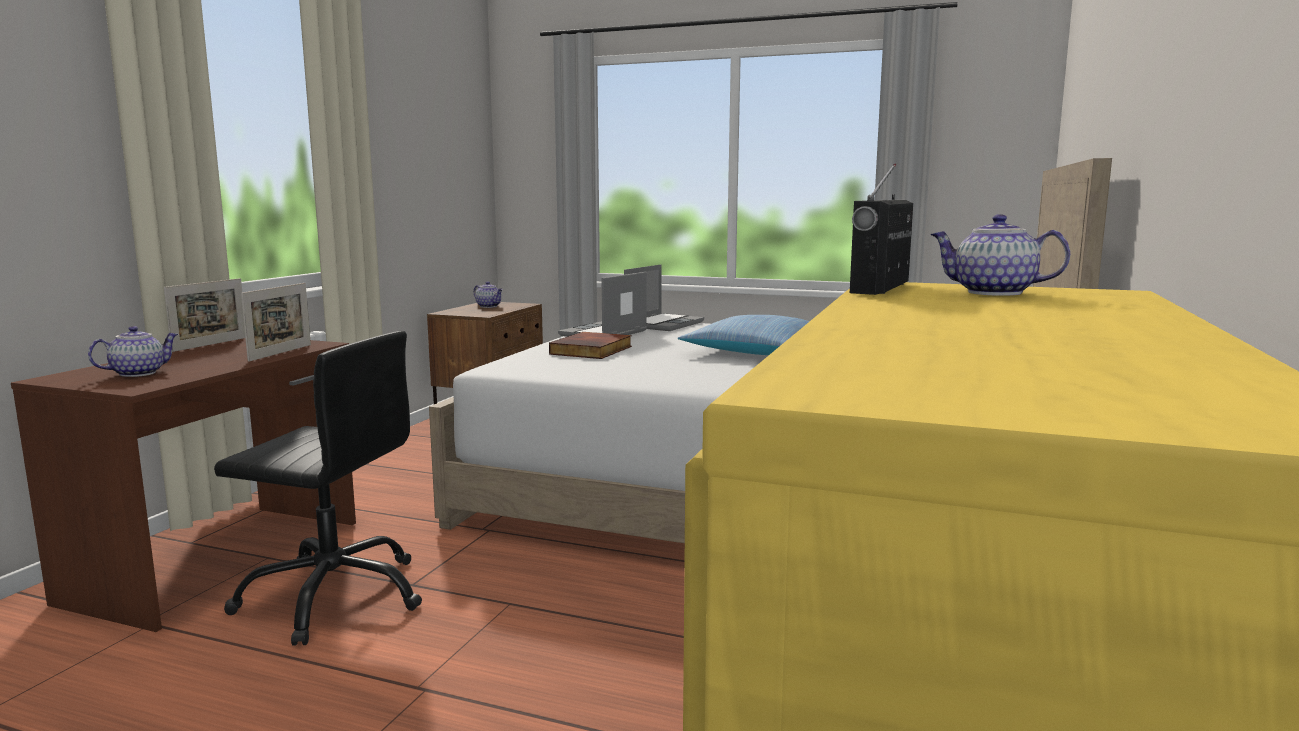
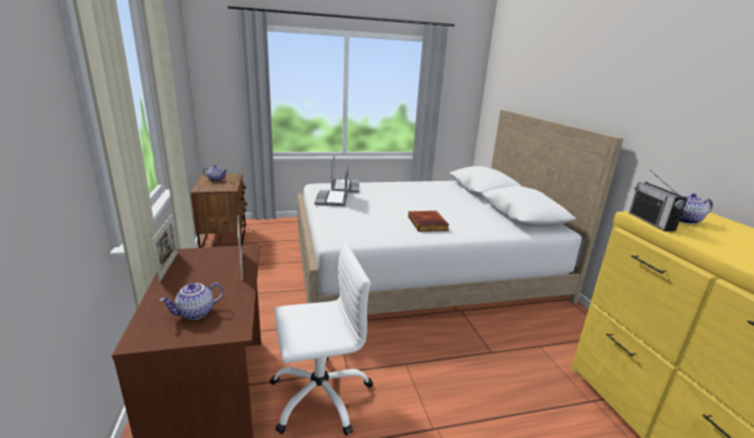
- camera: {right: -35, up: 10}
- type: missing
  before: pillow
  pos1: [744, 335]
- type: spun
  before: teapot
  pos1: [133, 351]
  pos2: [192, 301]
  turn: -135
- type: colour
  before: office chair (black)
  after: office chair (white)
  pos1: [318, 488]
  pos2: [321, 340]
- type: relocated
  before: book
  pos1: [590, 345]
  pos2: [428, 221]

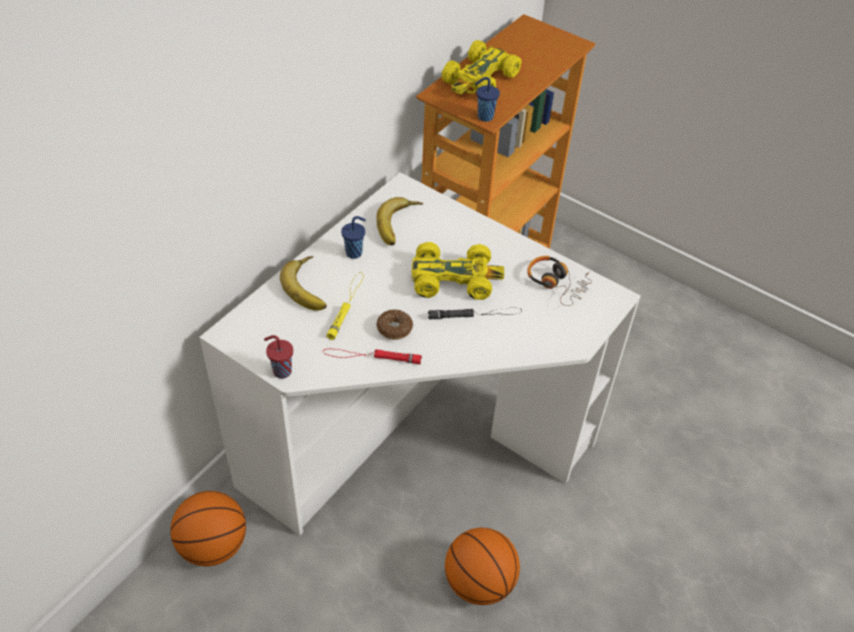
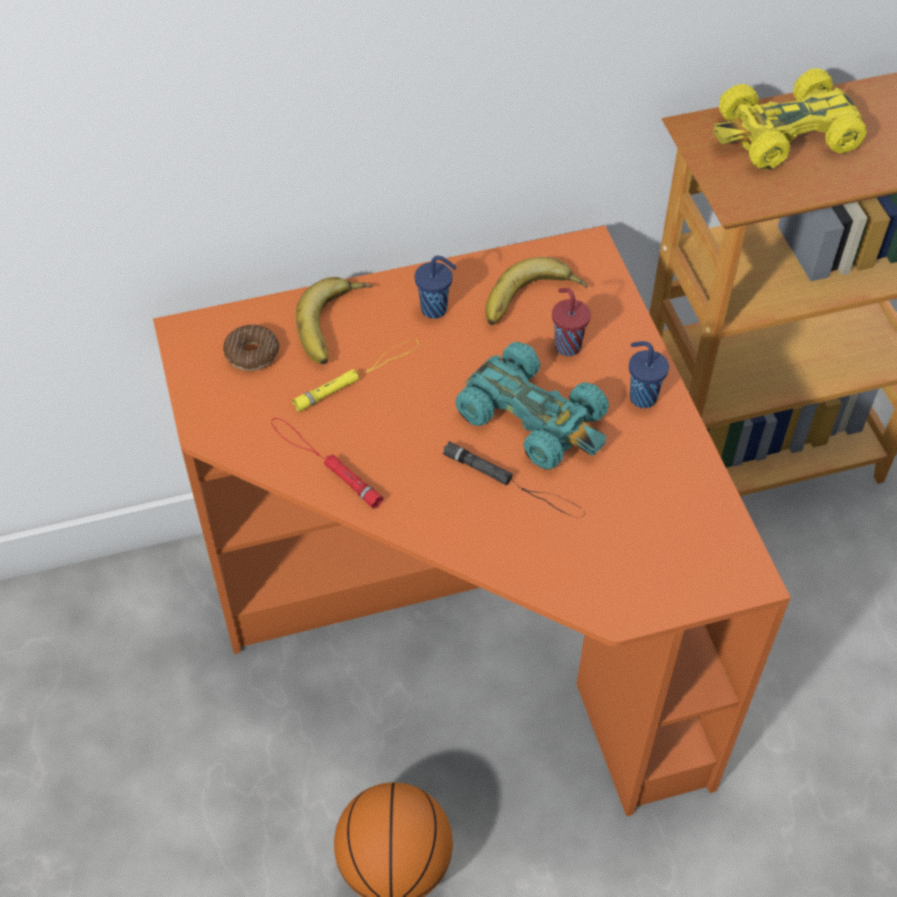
- camera: {right: 40, up: 5}
- type: relocated
  before: cup (blue)
  pos1: [487, 99]
  pos2: [649, 374]
- type: colour
  before: desk (white)
  after: desk (orange)
  pos1: [420, 354]
  pos2: [472, 520]
- type: colour
  before: toy car (yellow)
  after: toy car (turquoise)
  pos1: [458, 271]
  pos2: [532, 405]
- type: missing
  before: headphones
  pos1: [559, 281]
- type: relocated
  before: donut
  pos1: [394, 324]
  pos2: [251, 348]
- type: relocated
  before: cup (red)
  pos1: [278, 357]
  pos2: [571, 322]
- type: missing
  before: basketball
  pos1: [208, 528]

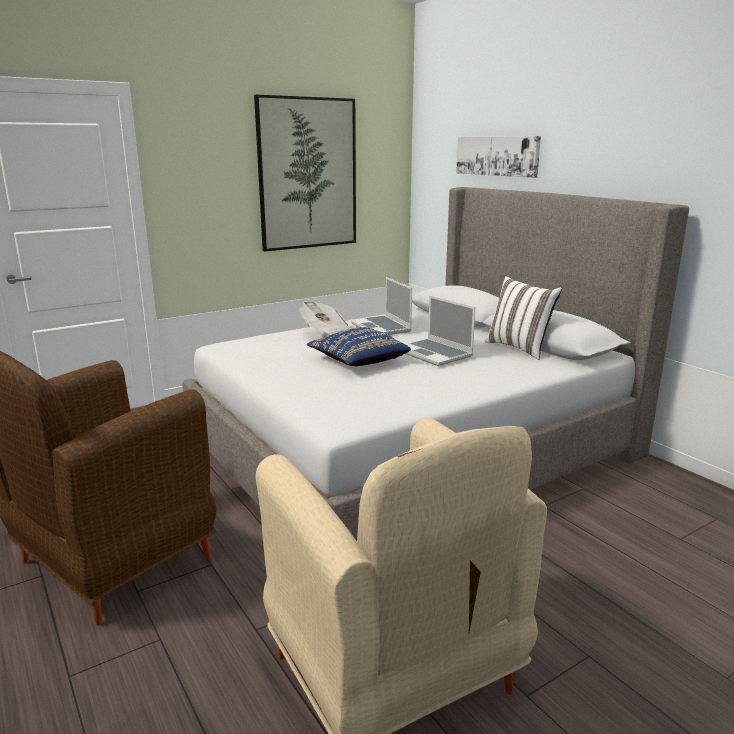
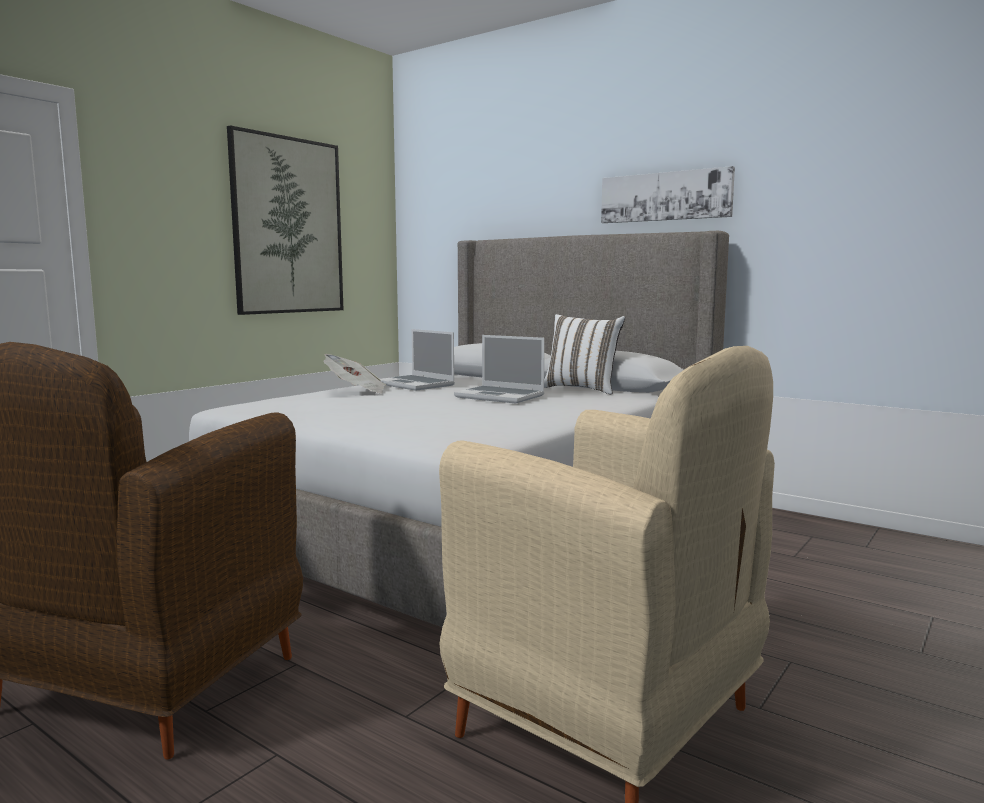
- camera: {right: -20, up: -10}
- type: relocated
  before: picture
  pos1: [498, 157]
  pos2: [668, 194]
- type: missing
  before: pillow (blue)
  pos1: [359, 346]

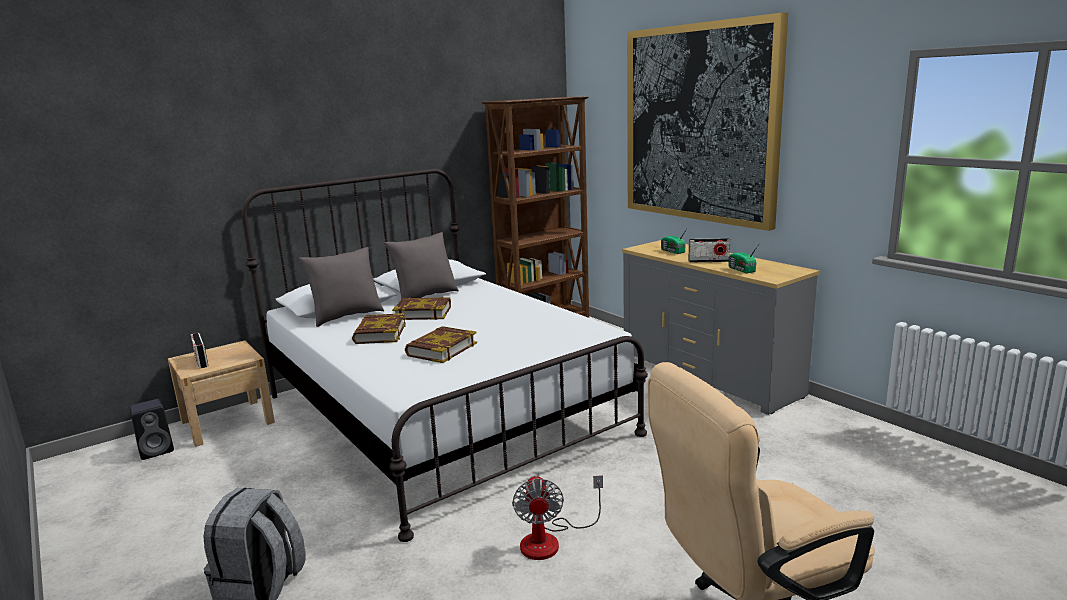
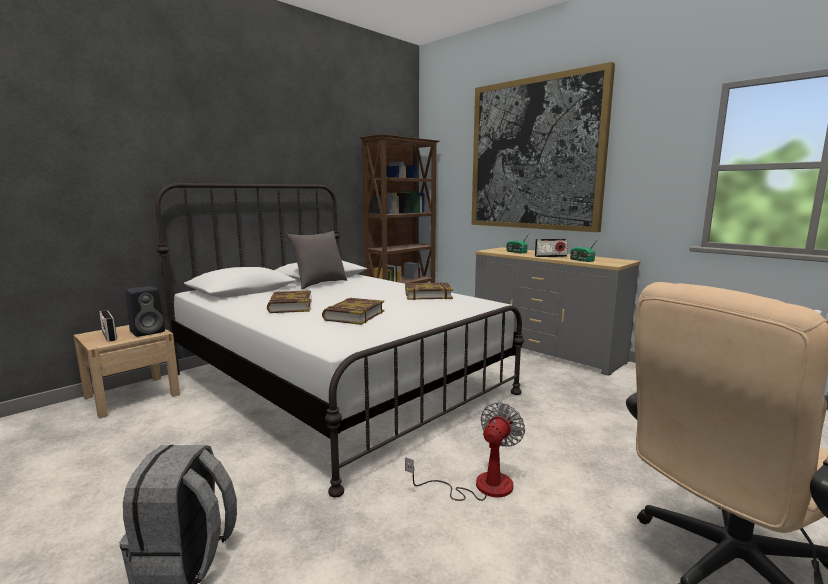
- camera: {right: -10, up: -5}
- type: missing
  before: pillow (grey)
  pos1: [341, 287]
- type: relocated
  before: book
  pos1: [421, 308]
  pos2: [429, 291]
- type: relocated
  before: speaker (black)
  pos1: [152, 429]
  pos2: [145, 311]
- type: spun
  before: fan
  pos1: [557, 517]
  pos2: [465, 451]
  turn: -135

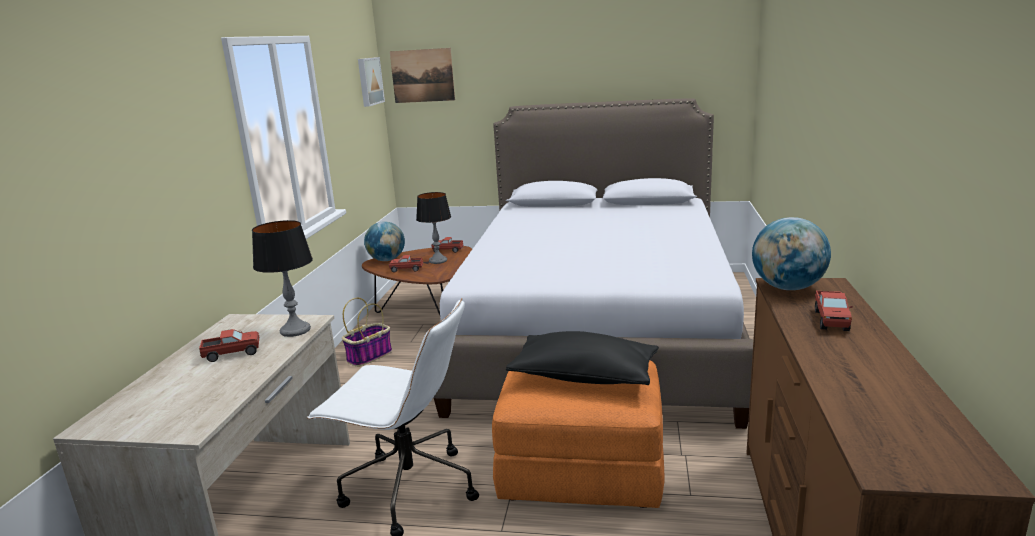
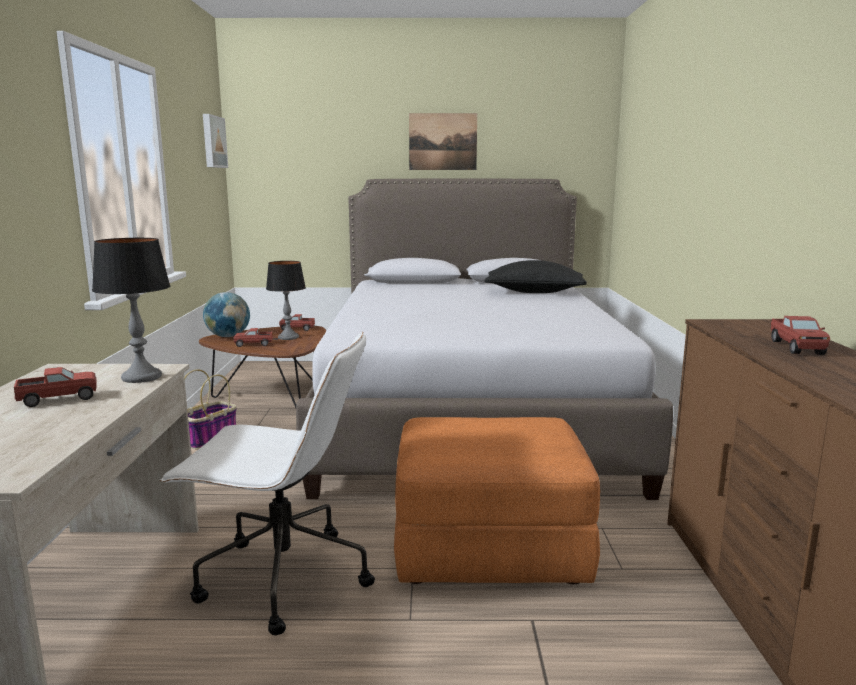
- camera: {right: -10, up: -5}
- type: relocated
  before: picture
  pos1: [422, 75]
  pos2: [443, 141]
- type: missing
  before: globe
  pos1: [791, 253]
- type: relocated
  before: pillow (black)
  pos1: [582, 358]
  pos2: [536, 276]

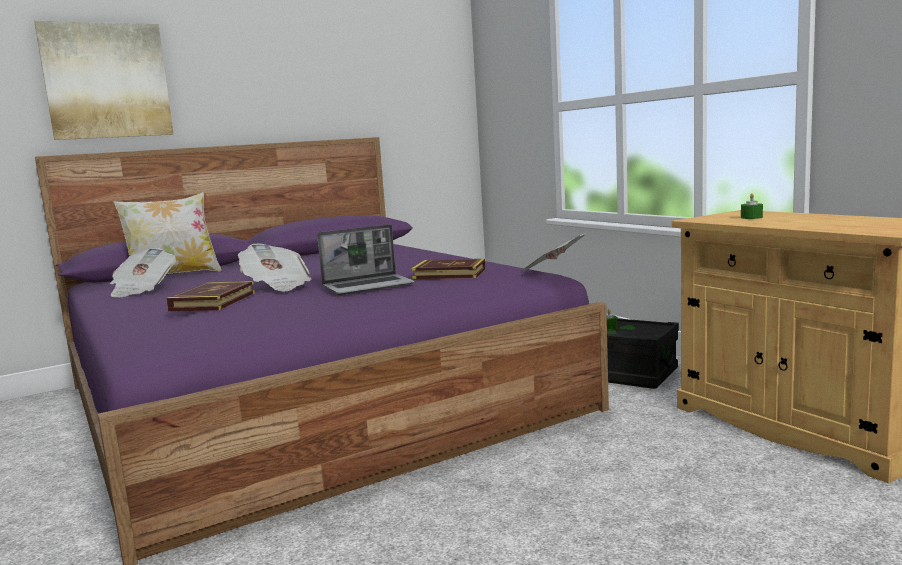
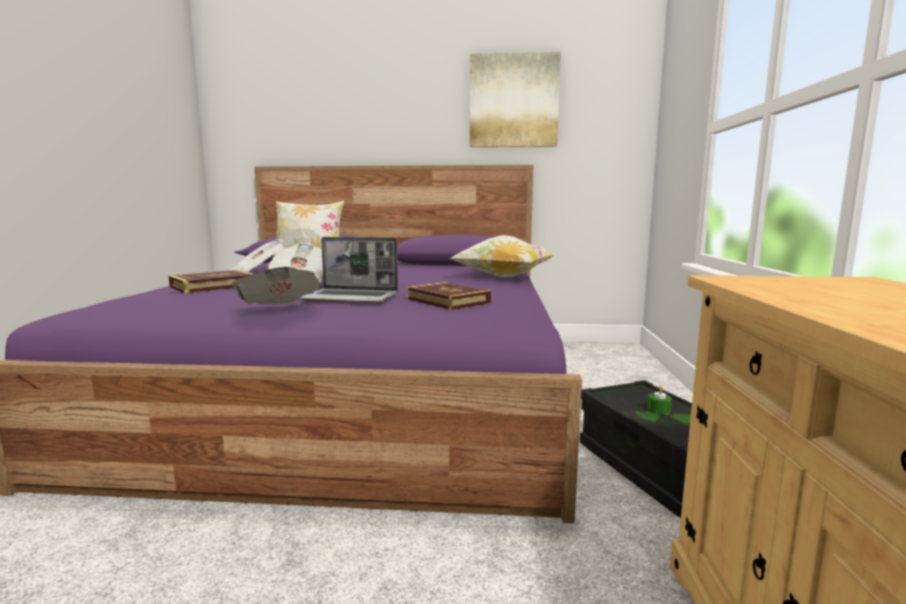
- camera: {right: 35, up: 0}
- type: relocated
  before: picture
  pos1: [103, 80]
  pos2: [515, 99]
- type: missing
  before: candle (green)
  pos1: [752, 206]
- type: relocated
  before: newspaper
  pos1: [552, 252]
  pos2: [276, 285]
- type: appeared
  after: pillow
  pos2: [502, 256]

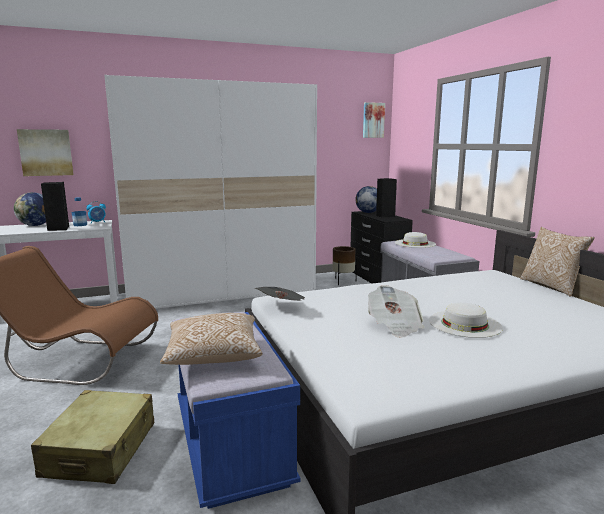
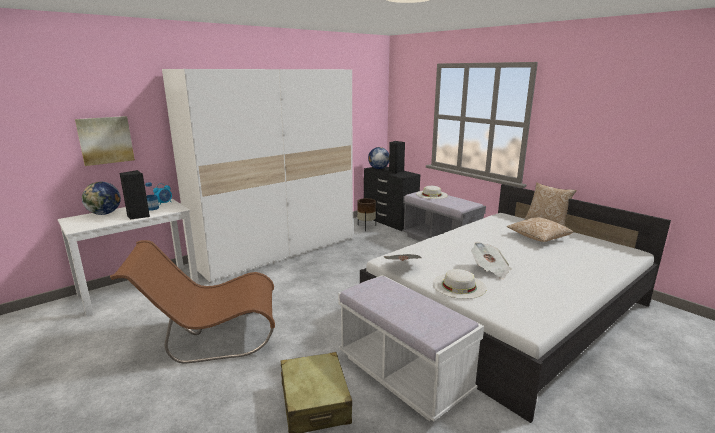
- camera: {right: -20, up: 5}
- type: missing
  before: picture
  pos1: [374, 120]
- type: relocated
  before: hat (white)
  pos1: [466, 320]
  pos2: [459, 284]
- type: colour
  before: bench (blue)
  after: bench (white)
  pos1: [236, 410]
  pos2: [411, 348]
- type: relocated
  before: pillow
  pos1: [211, 339]
  pos2: [540, 229]

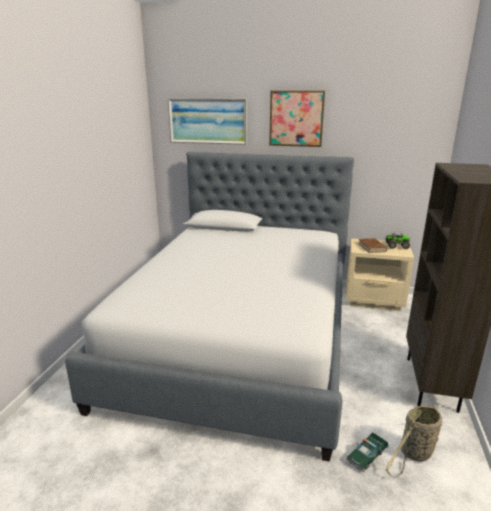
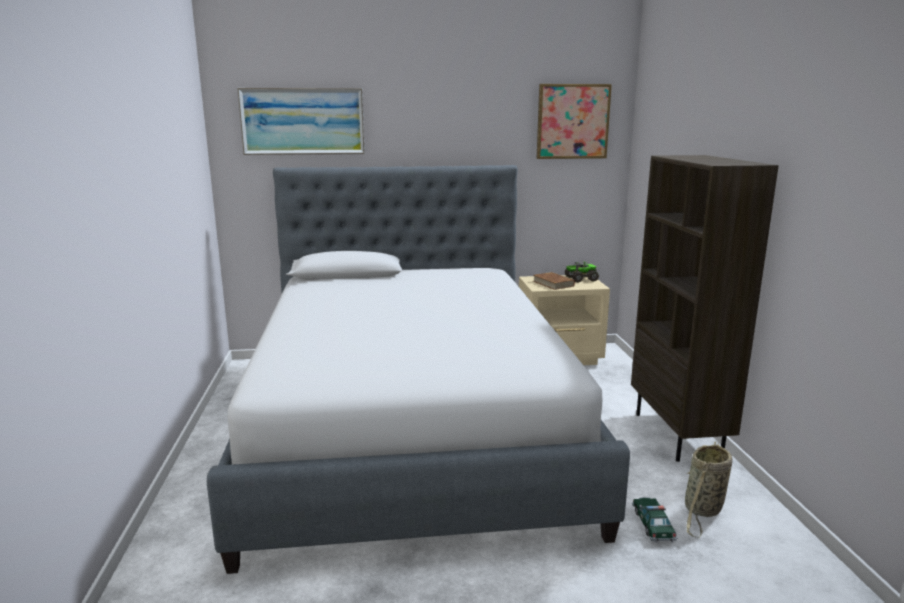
- camera: {right: -20, up: -5}
- type: relocated
  before: picture
  pos1: [297, 118]
  pos2: [574, 121]
- type: spun
  before: toy car
  pos1: [367, 452]
  pos2: [654, 520]
  turn: 150

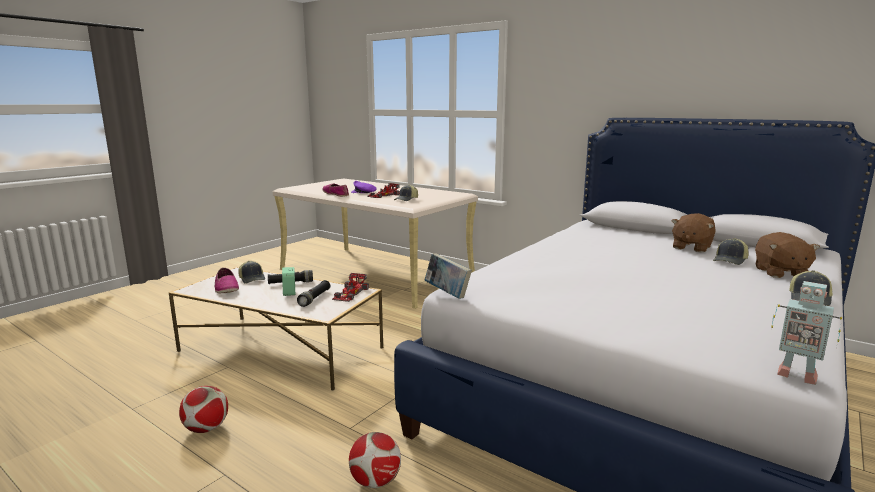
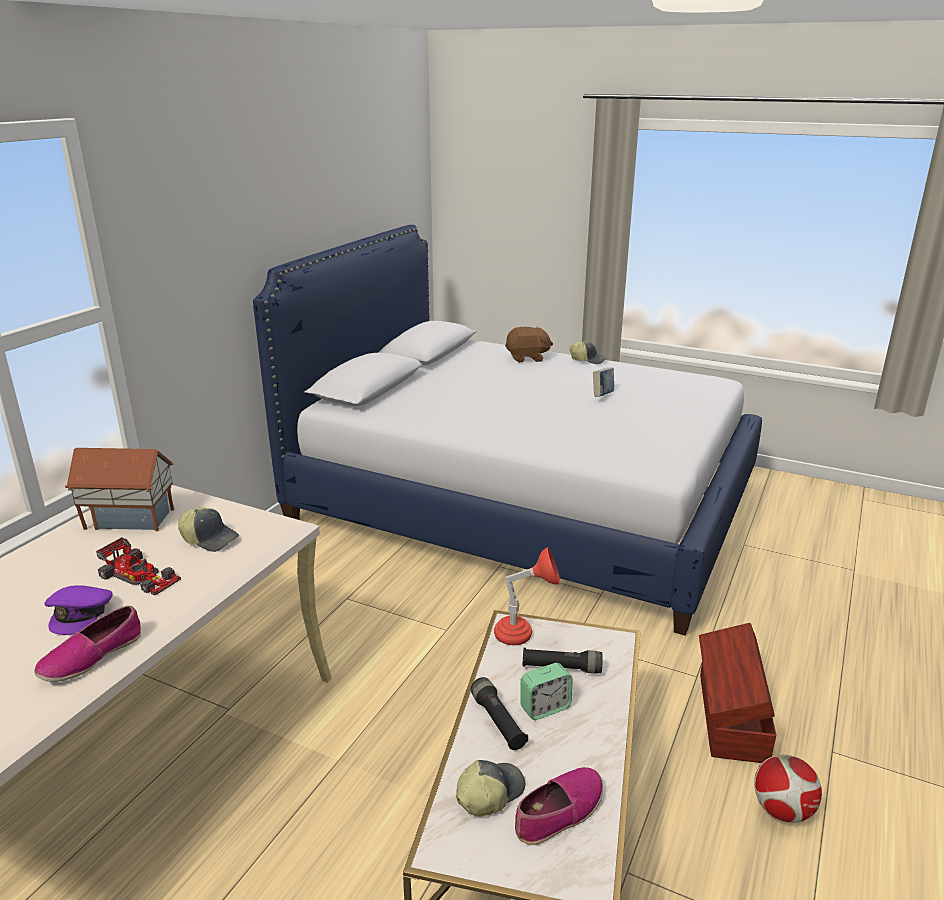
- camera: {right: -100, up: 10}
- type: missing
  before: plush toy (brown)
  pos1: [693, 233]
- type: missing
  before: cap
  pos1: [730, 251]
- type: relocated
  before: book
  pos1: [448, 276]
  pos2: [603, 382]
- type: exchanged
  before: toy car
  after: table lamp (red)
  pos1: [350, 287]
  pos2: [527, 596]
- type: missing
  before: toy robot
  pos1: [807, 333]
- type: missing
  before: football
  pos1: [375, 460]
- type: appeared
  after: toy house
  pos2: [119, 489]
- type: appeared
  after: storage box (brown)
  pos2: [737, 693]

